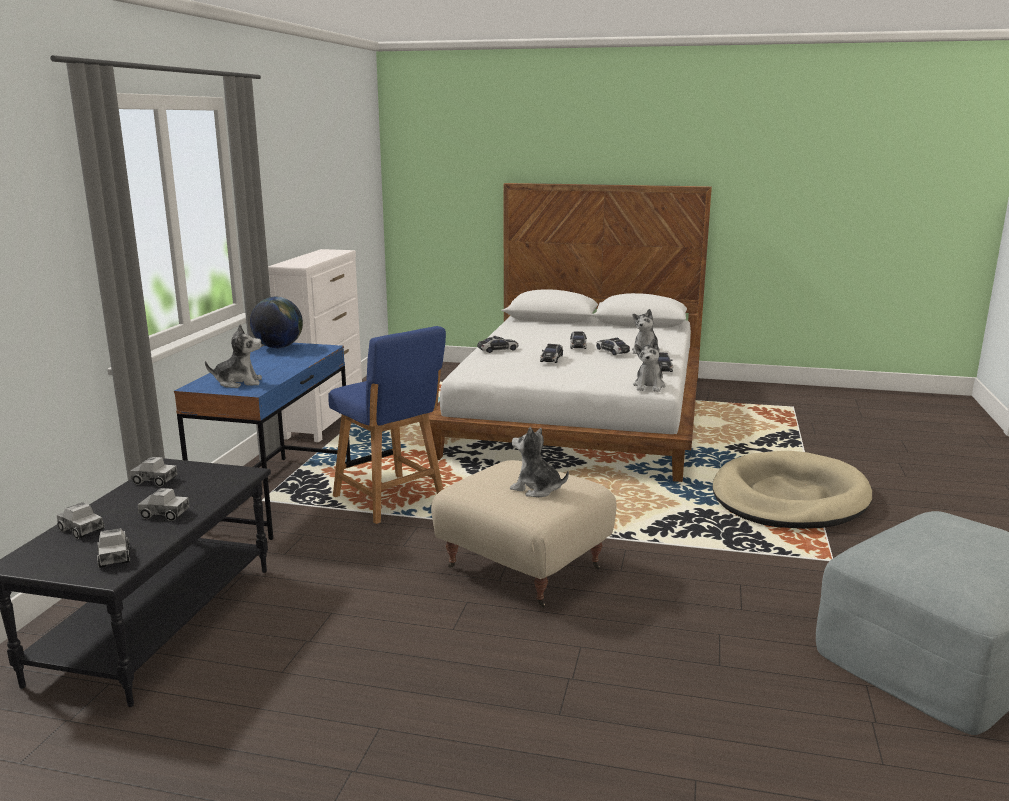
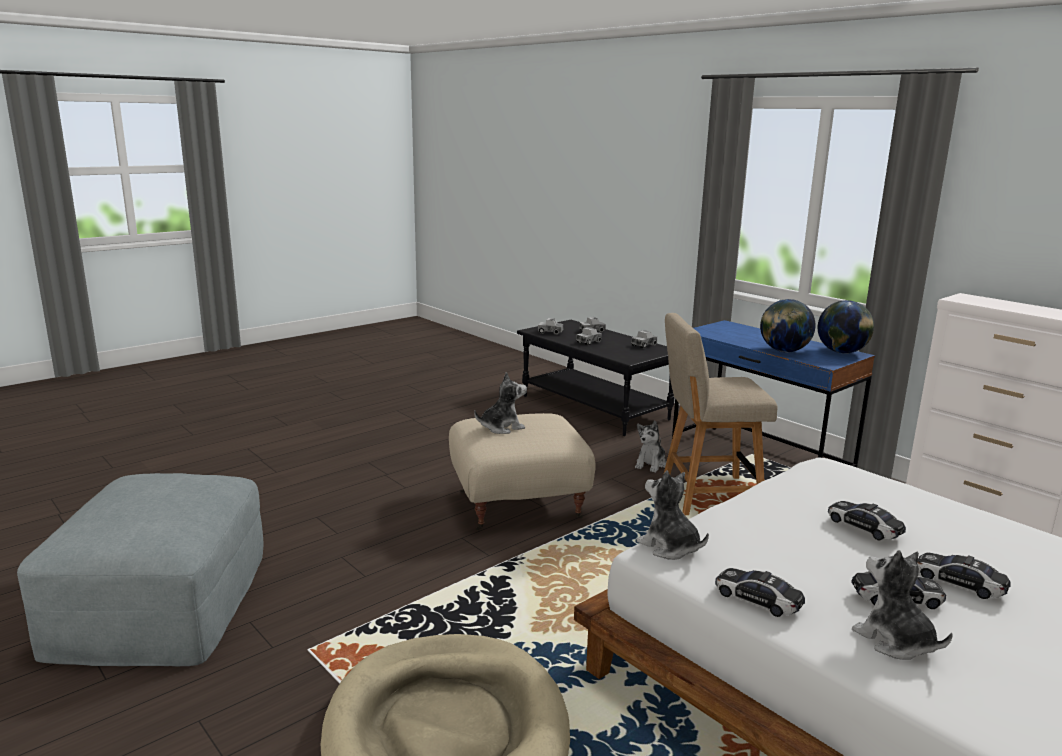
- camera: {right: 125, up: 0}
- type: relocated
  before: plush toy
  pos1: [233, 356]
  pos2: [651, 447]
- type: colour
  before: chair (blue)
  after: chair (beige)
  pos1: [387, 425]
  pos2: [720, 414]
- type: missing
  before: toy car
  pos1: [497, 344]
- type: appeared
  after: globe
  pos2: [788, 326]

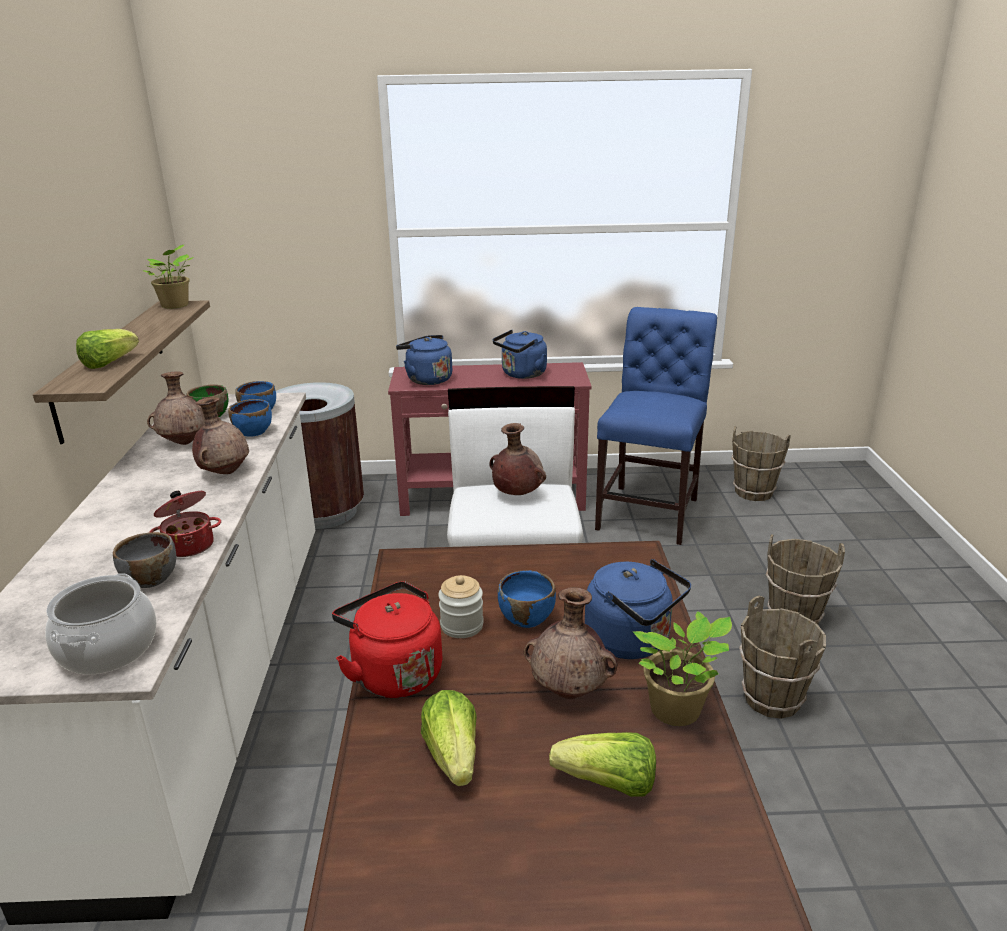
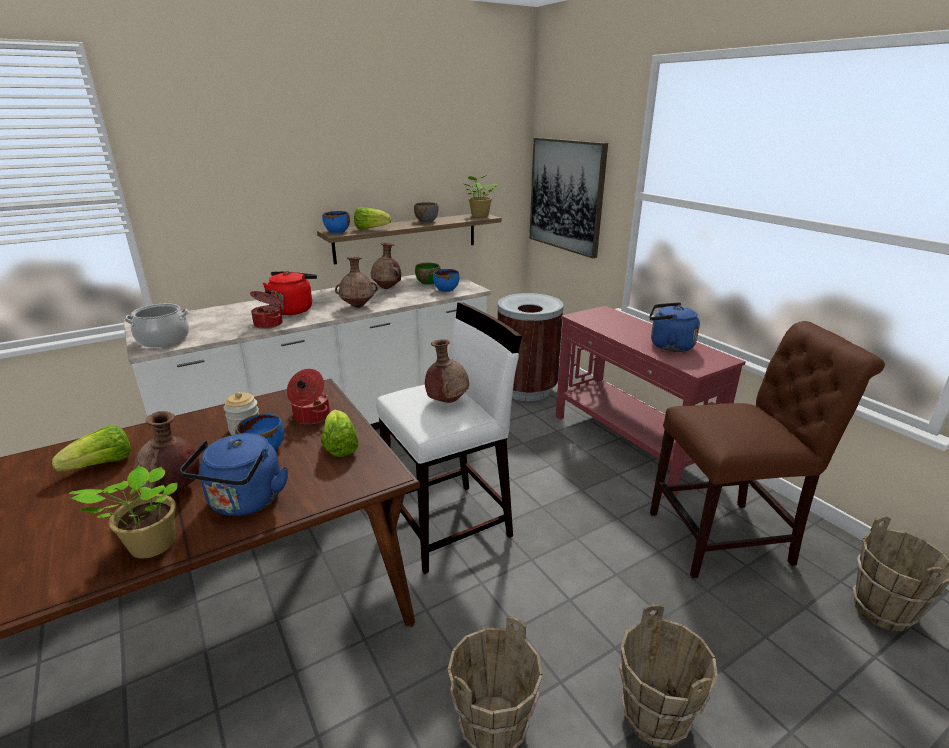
- camera: {right: 60, up: 0}
- type: colour
  before: chair (blue)
  after: chair (brown)
  pos1: [656, 426]
  pos2: [767, 449]
- type: missing
  before: kettle (blue)
  pos1: [424, 360]
- type: relocated
  before: bowl (blue)
  pos1: [250, 418]
  pos2: [336, 222]
- type: relocated
  before: bowl (grey)
  pos1: [144, 560]
  pos2: [426, 212]
- type: relocated
  before: kettle (red)
  pos1: [387, 639]
  pos2: [290, 293]
- type: relocated
  before: lettuce
  pos1: [602, 764]
  pos2: [340, 433]
- type: appeared
  after: picture
  pos2: [568, 198]
- type: appeared
  after: cooking pot
  pos2: [308, 396]

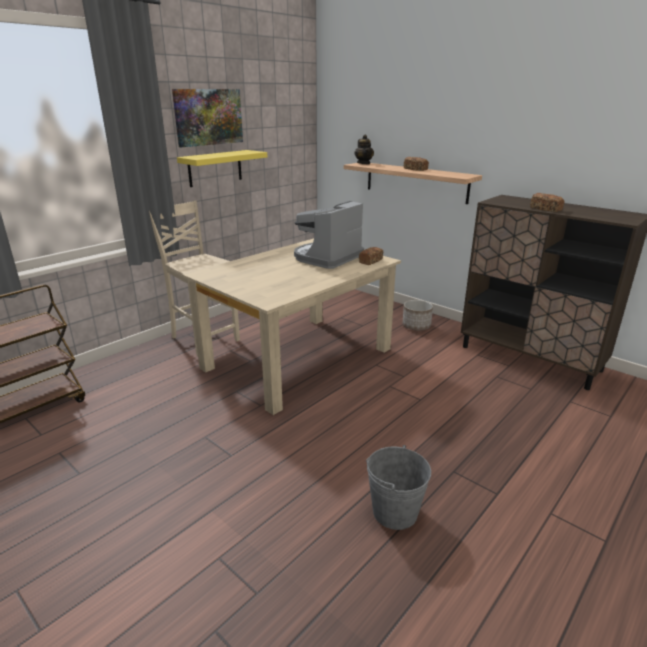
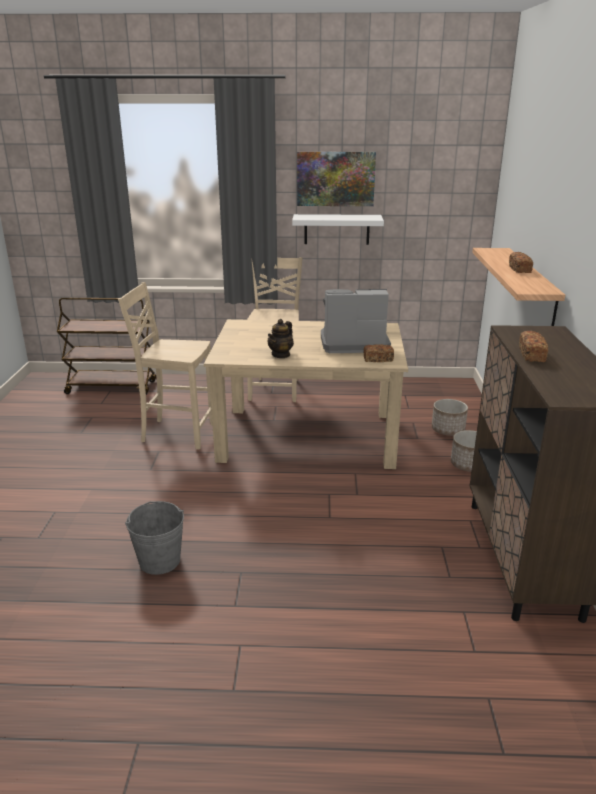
- camera: {right: 50, up: 0}
- type: relocated
  before: teapot
  pos1: [364, 149]
  pos2: [280, 338]
- type: colour
  before: shelf (yellow)
  after: shelf (white)
  pos1: [222, 168]
  pos2: [338, 229]
- type: appeared
  after: chair (beige)
  pos2: [165, 366]
- type: appeared
  after: planter
  pos2: [450, 417]

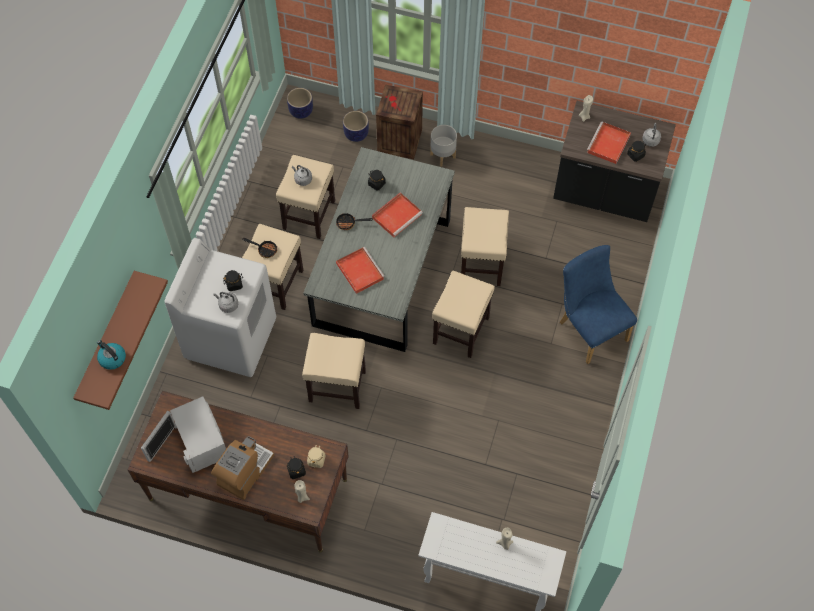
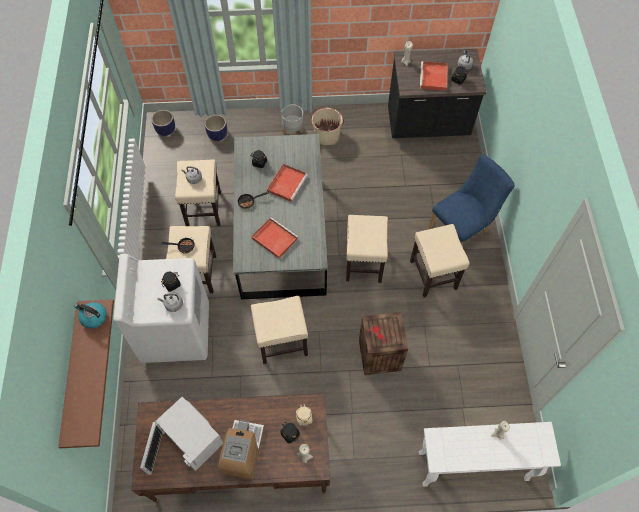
- camera: {right: -20, up: 0}
- type: relocated
  before: crate
  pos1: [399, 122]
  pos2: [383, 343]
- type: relocated
  before: stool (beige)
  pos1: [485, 246]
  pos2: [440, 260]
- type: spun
  before: chair (blue)
  pos1: [598, 304]
  pos2: [471, 200]
  turn: 105
- type: relocated
  before: kettle
  pos1: [111, 355]
  pos2: [90, 315]
- type: appeared
  after: bucket (beige)
  pos2: [327, 126]

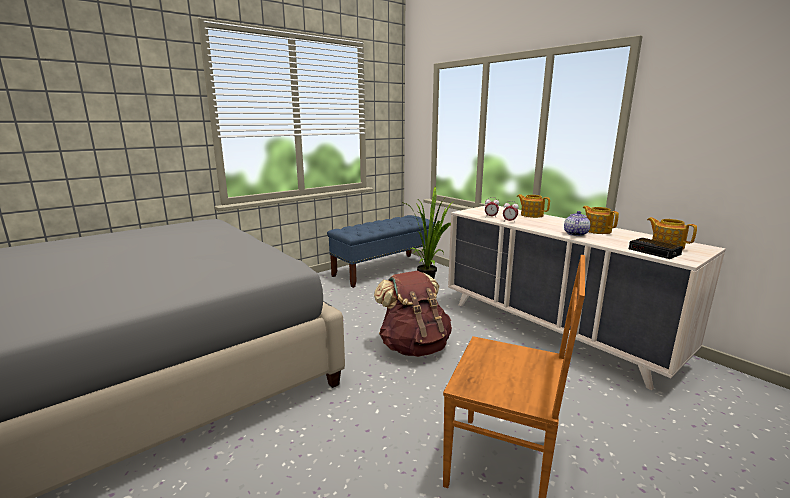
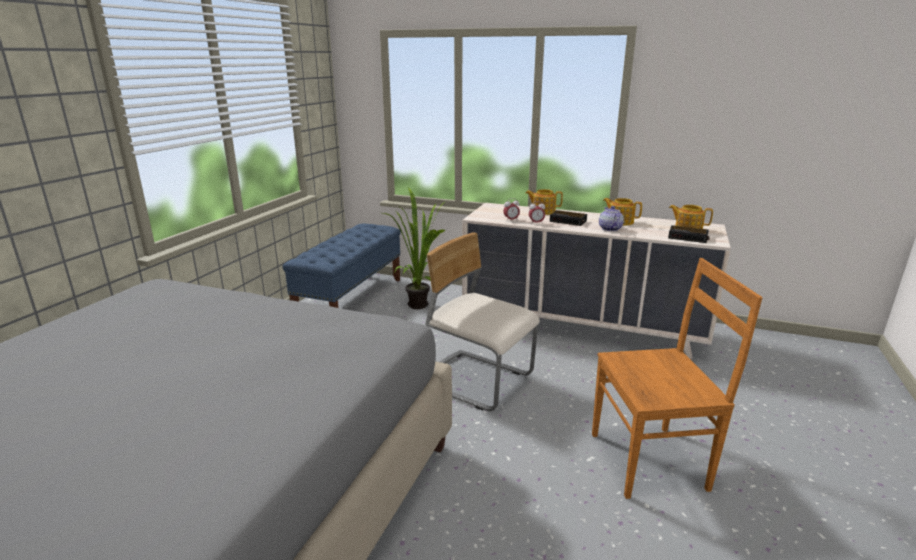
- camera: {right: -30, up: 5}
- type: exchanged
  before: backpack (brown)
  after: chair (beige)
  pos1: [413, 314]
  pos2: [482, 321]
- type: appeared
  after: alarm clock
  pos2: [568, 218]

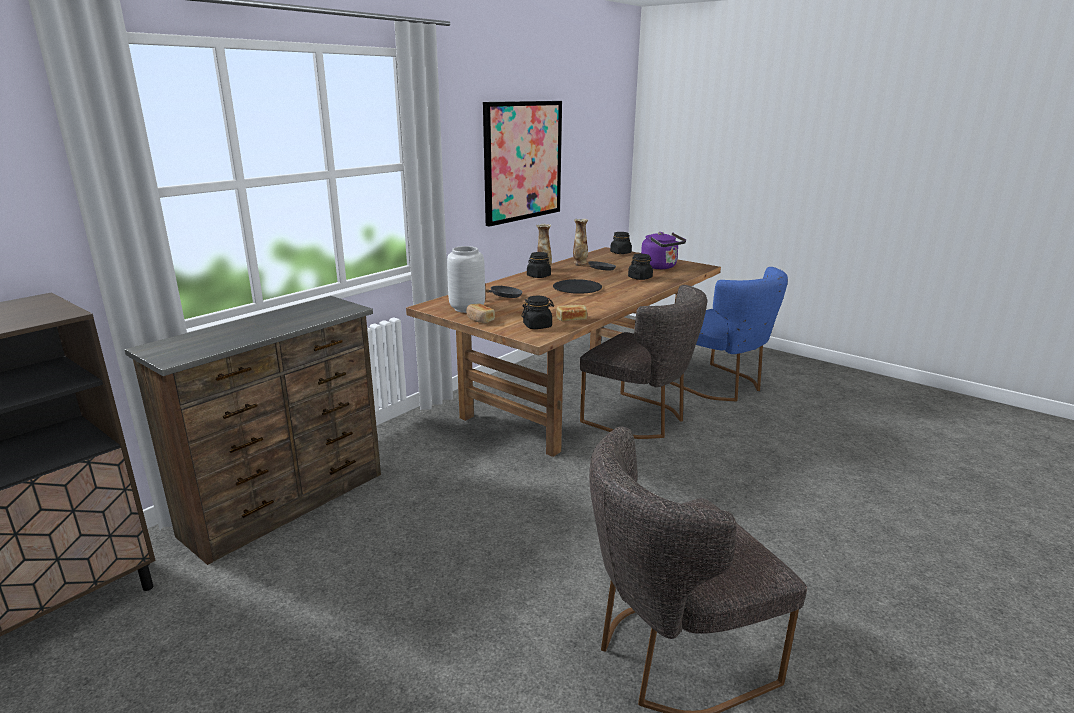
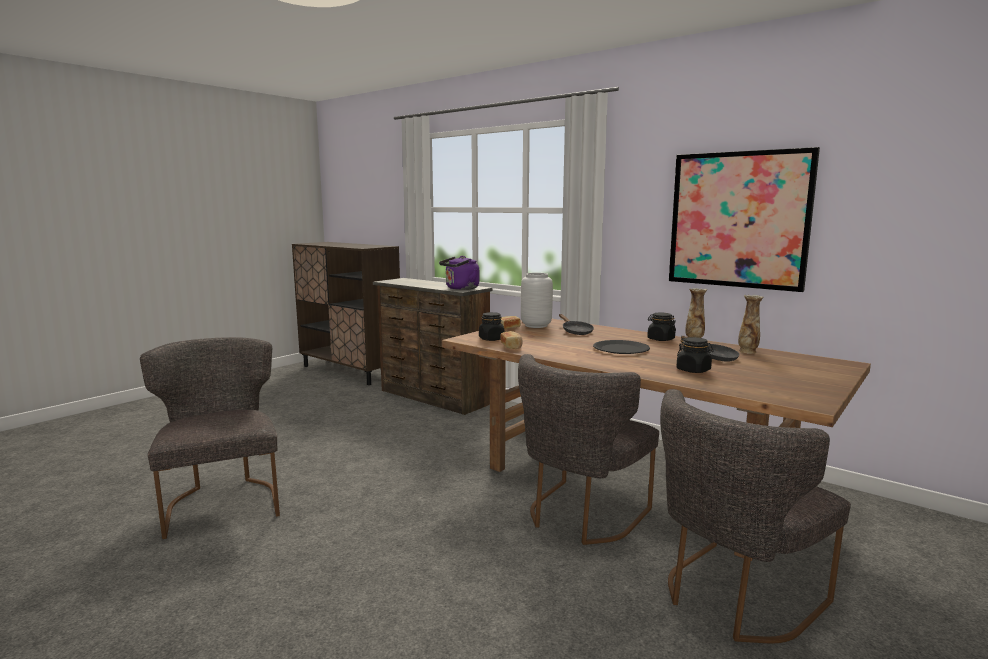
- camera: {right: 90, up: -10}
- type: missing
  before: jar (black)
  pos1: [621, 243]
- type: relocated
  before: kettle (purple)
  pos1: [663, 250]
  pos2: [459, 273]
- type: colour
  before: chair (blue)
  after: chair (grey)
  pos1: [728, 334]
  pos2: [755, 516]

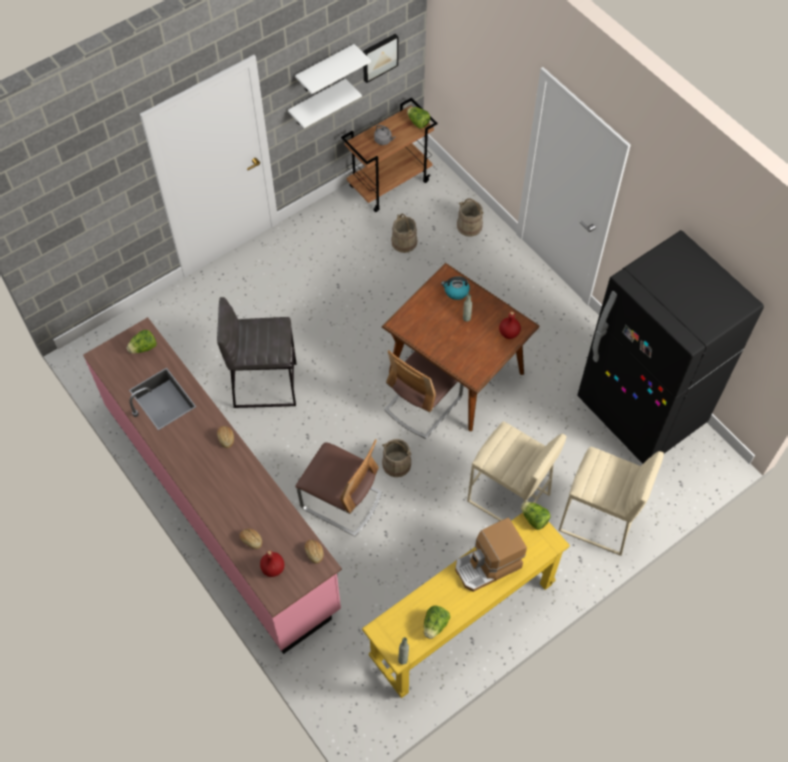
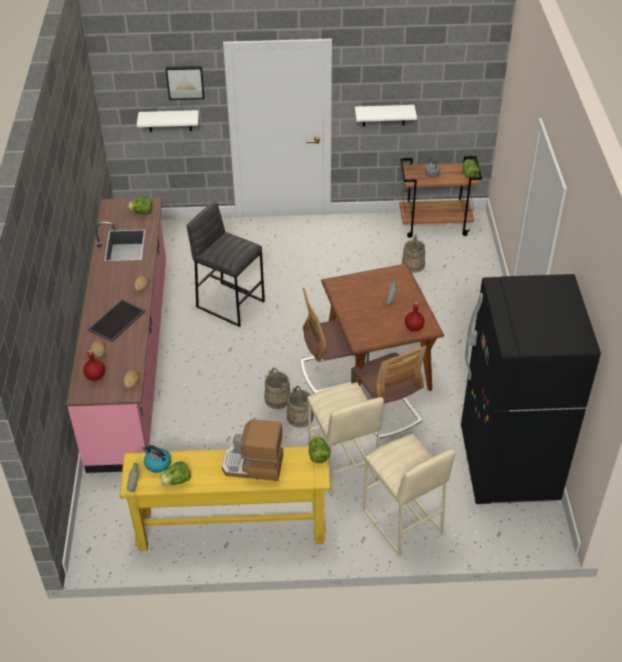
- camera: {right: 35, up: -15}
- type: relocated
  before: picture
  pos1: [380, 58]
  pos2: [185, 83]
- type: relocated
  before: shelf (white)
  pos1: [333, 69]
  pos2: [168, 121]
- type: relocated
  before: bucket (beige)
  pos1: [470, 217]
  pos2: [300, 407]
- type: relocated
  before: kettle
  pos1: [455, 288]
  pos2: [156, 459]
- type: relocated
  before: chair
  pos1: [339, 488]
  pos2: [388, 392]
- type: appeared
  after: tray
  pos2: [117, 321]

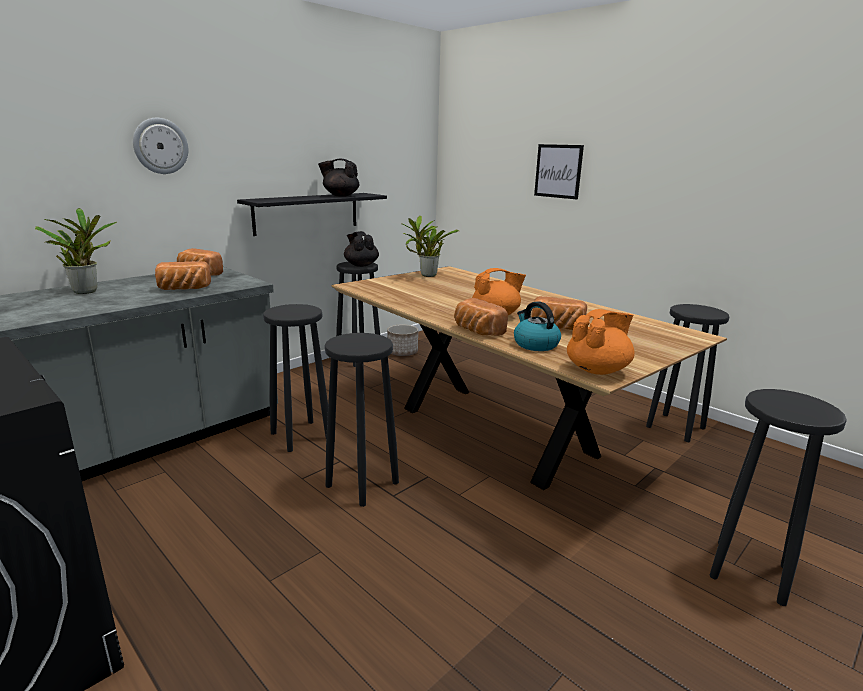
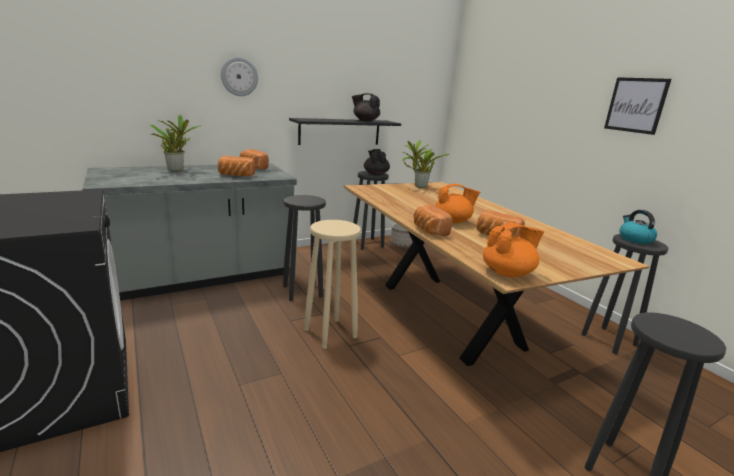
- camera: {right: 15, up: 0}
- type: relocated
  before: picture
  pos1: [559, 172]
  pos2: [637, 106]
- type: relocated
  before: kettle
  pos1: [537, 326]
  pos2: [638, 227]
- type: colour
  before: stool (black)
  after: stool (beige)
  pos1: [362, 420]
  pos2: [332, 284]

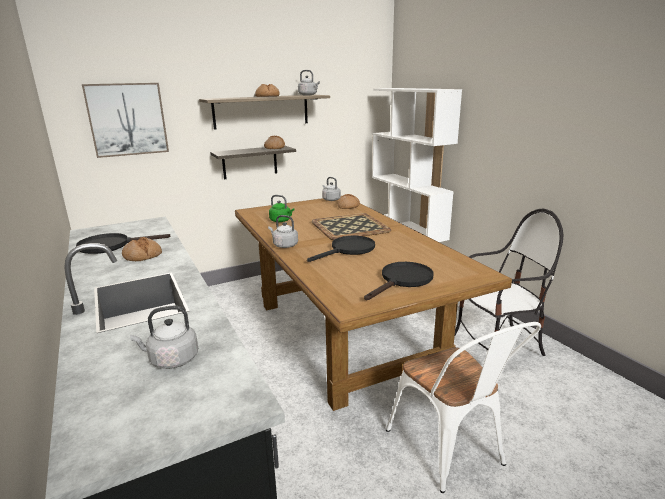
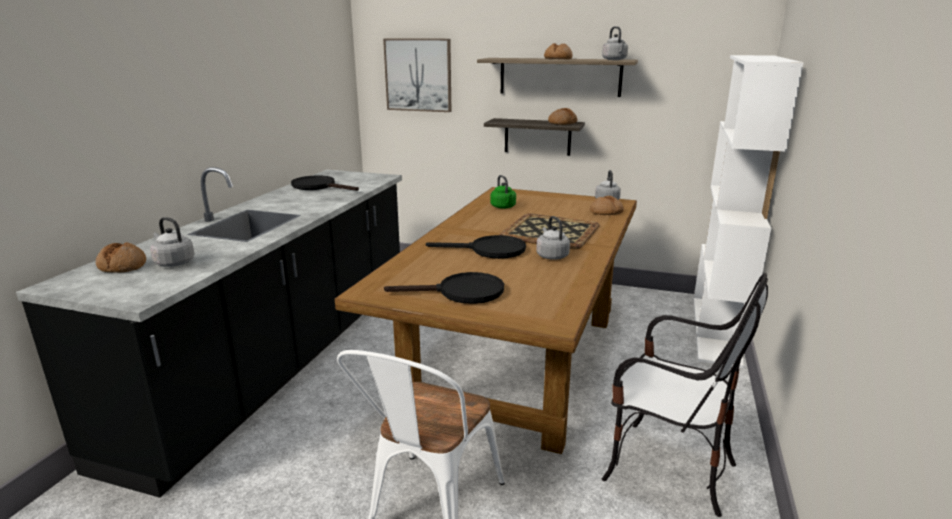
- camera: {right: 45, up: 0}
- type: relocated
  before: kettle (grey)
  pos1: [283, 231]
  pos2: [553, 238]
- type: relocated
  before: bread
  pos1: [142, 249]
  pos2: [121, 257]

